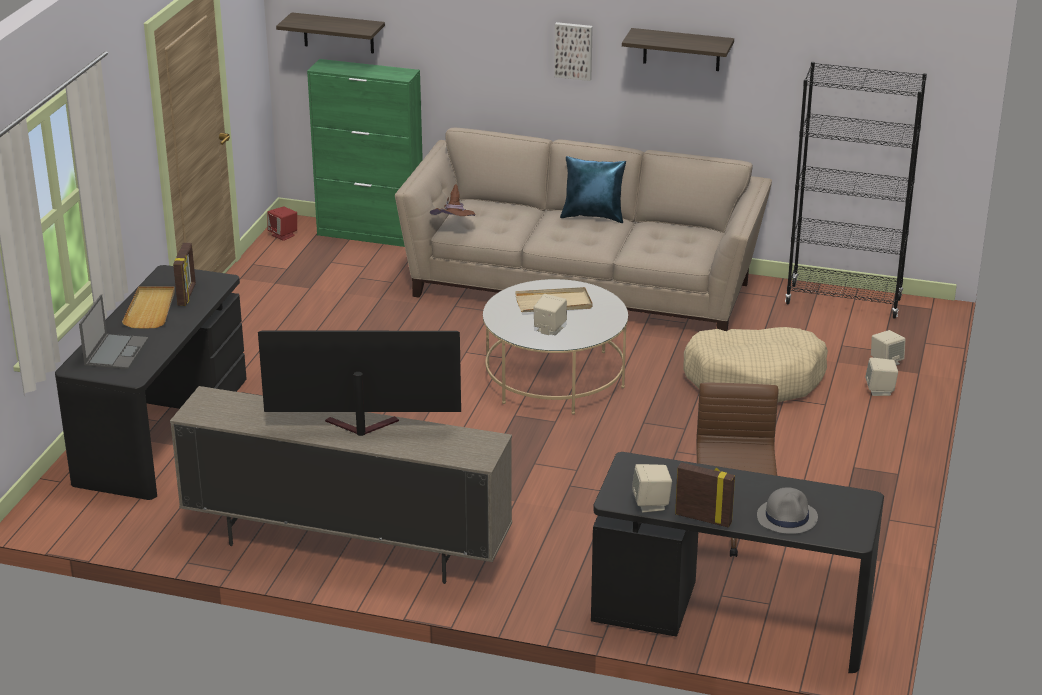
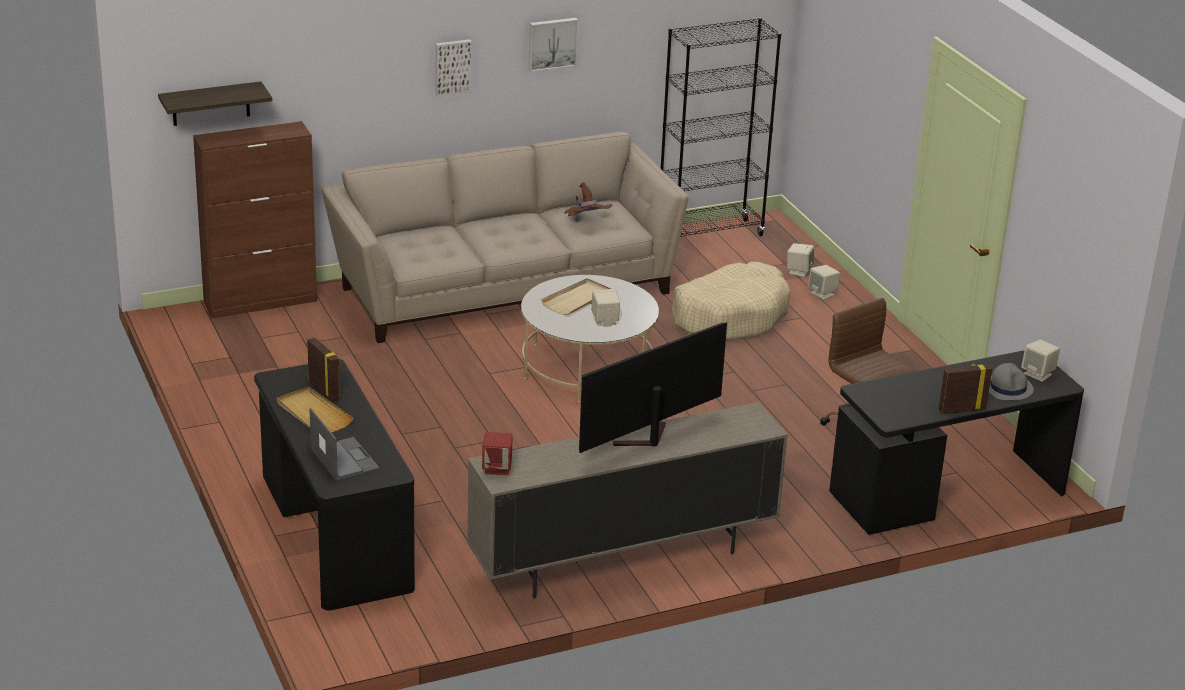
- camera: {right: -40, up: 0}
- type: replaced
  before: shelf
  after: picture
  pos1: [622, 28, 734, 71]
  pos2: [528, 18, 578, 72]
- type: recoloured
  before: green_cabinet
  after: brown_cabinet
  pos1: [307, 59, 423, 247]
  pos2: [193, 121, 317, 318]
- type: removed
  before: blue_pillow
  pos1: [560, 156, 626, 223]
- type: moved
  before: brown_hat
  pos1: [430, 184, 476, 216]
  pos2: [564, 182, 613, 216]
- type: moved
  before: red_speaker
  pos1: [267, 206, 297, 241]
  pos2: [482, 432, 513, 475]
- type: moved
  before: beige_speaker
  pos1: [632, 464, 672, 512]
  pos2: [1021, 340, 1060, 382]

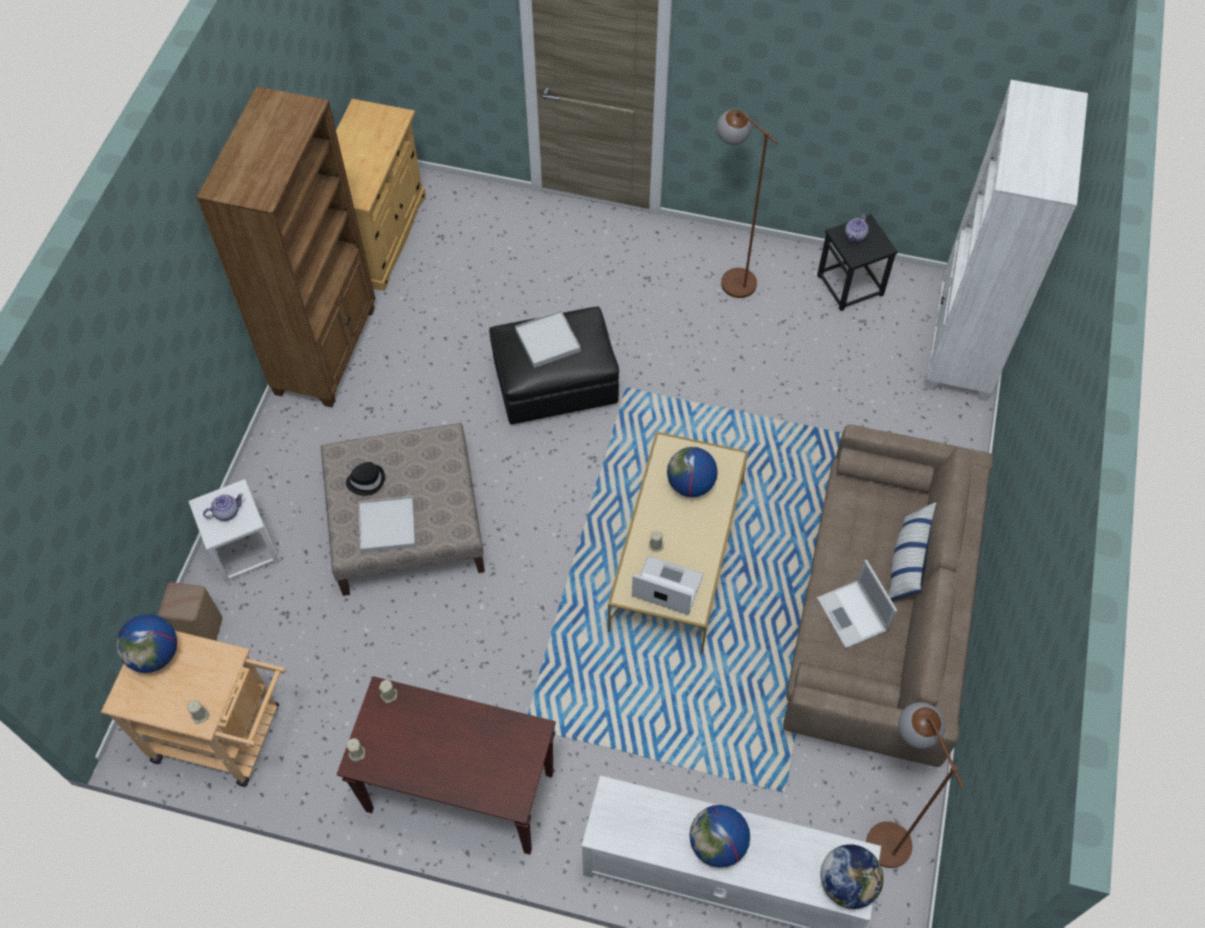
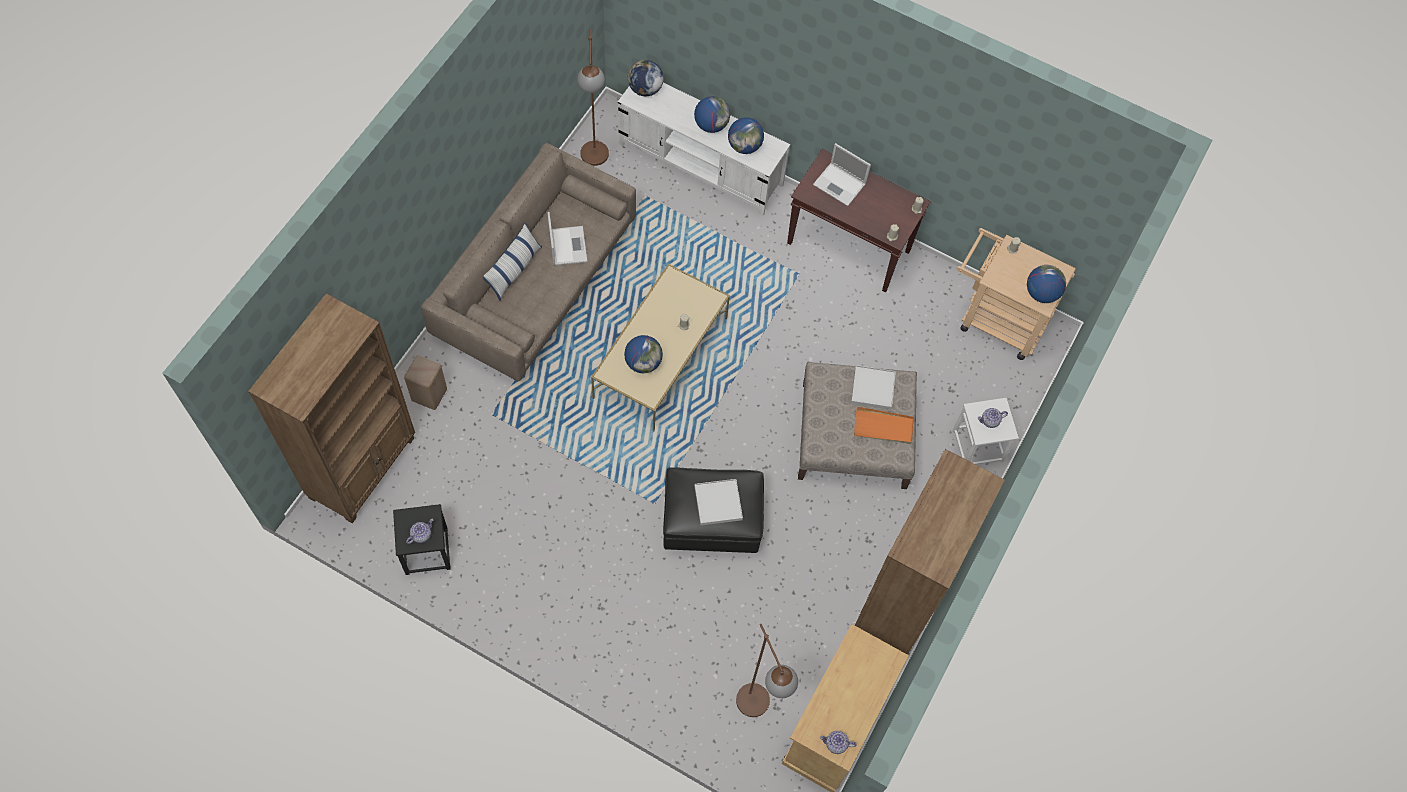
- camera: {right: -170, up: 5}
- type: recoloured
  before: white_bookcase
  after: brown_bookcase
  pos1: [925, 80, 1088, 401]
  pos2: [248, 293, 415, 523]
- type: moved
  before: brown_floor_lamp
  pos1: [717, 109, 778, 298]
  pos2: [736, 624, 798, 717]
- type: replaced
  before: black_hat
  after: orange_tray
  pos1: [346, 462, 385, 496]
  pos2: [854, 407, 914, 444]
- type: moved
  before: laptop
  pos1: [632, 556, 704, 615]
  pos2: [813, 143, 871, 206]
- type: moved
  before: beige_stool
  pos1: [158, 582, 223, 640]
  pos2: [404, 355, 447, 410]
- type: added
  after: globe
  pos2: [728, 117, 764, 154]
- type: added
  after: teapot
  pos2: [820, 731, 857, 754]

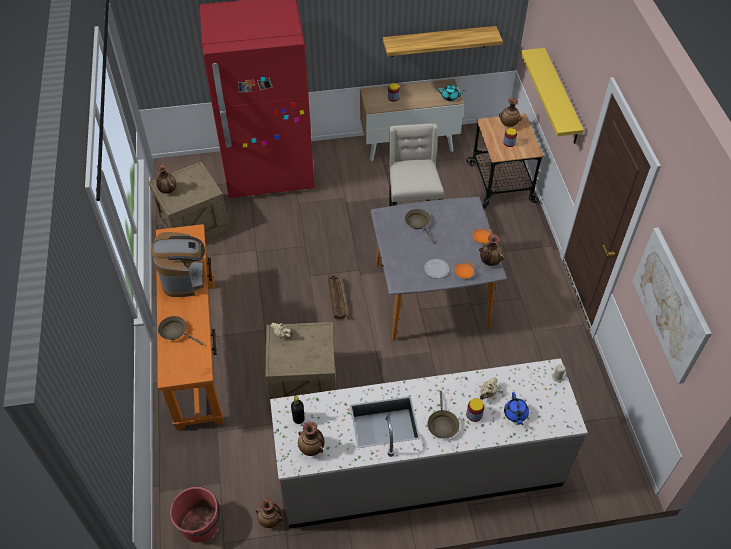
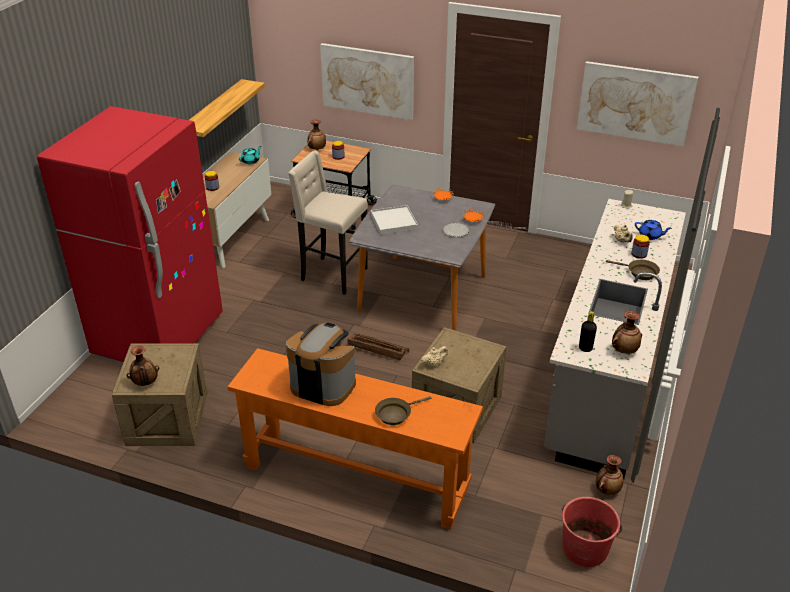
- camera: {right: -60, up: -15}
- type: replaced
  before: yellow_shelf
  after: picture
  pos1: [521, 48, 584, 144]
  pos2: [320, 43, 414, 120]
- type: replaced
  before: brown_frying_pan
  after: white_tray
  pos1: [405, 209, 435, 243]
  pos2: [371, 205, 418, 235]
- type: removed
  before: vase
  pos1: [479, 234, 504, 266]

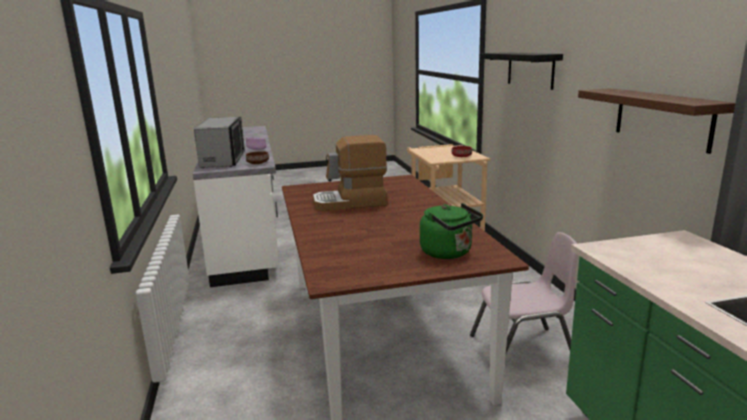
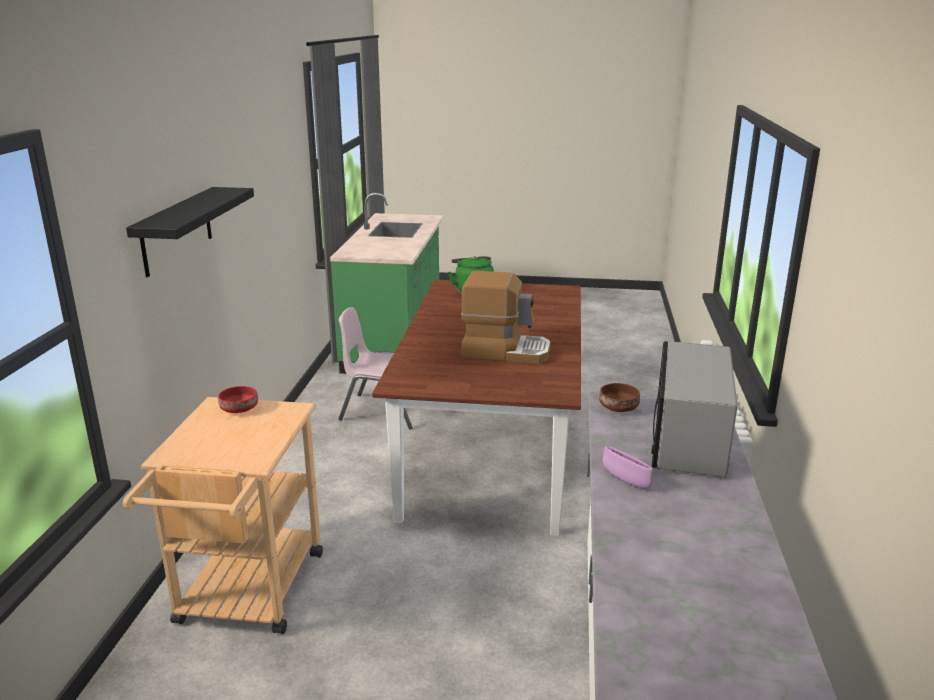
- camera: {right: -160, up: 5}
- type: removed
  before: brown_shelf
  pos1: [578, 88, 735, 154]

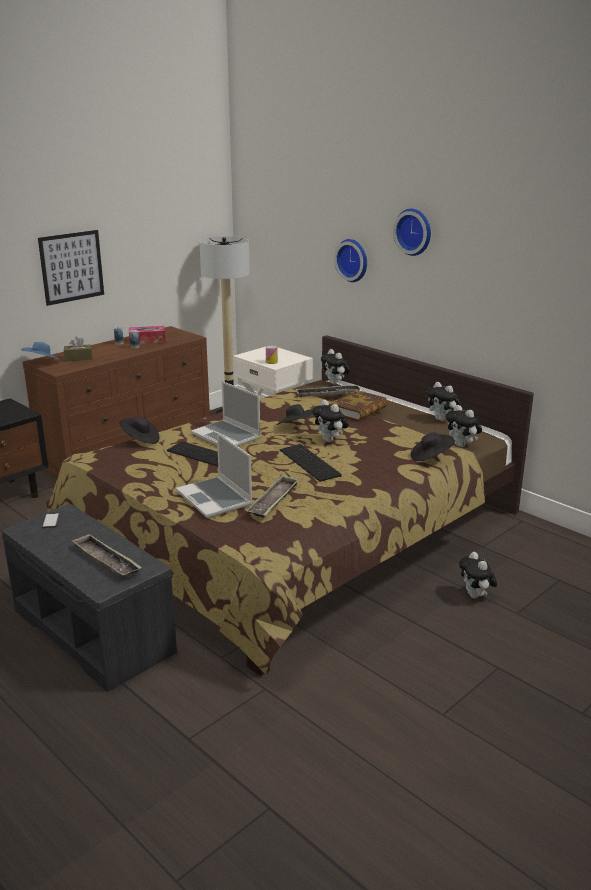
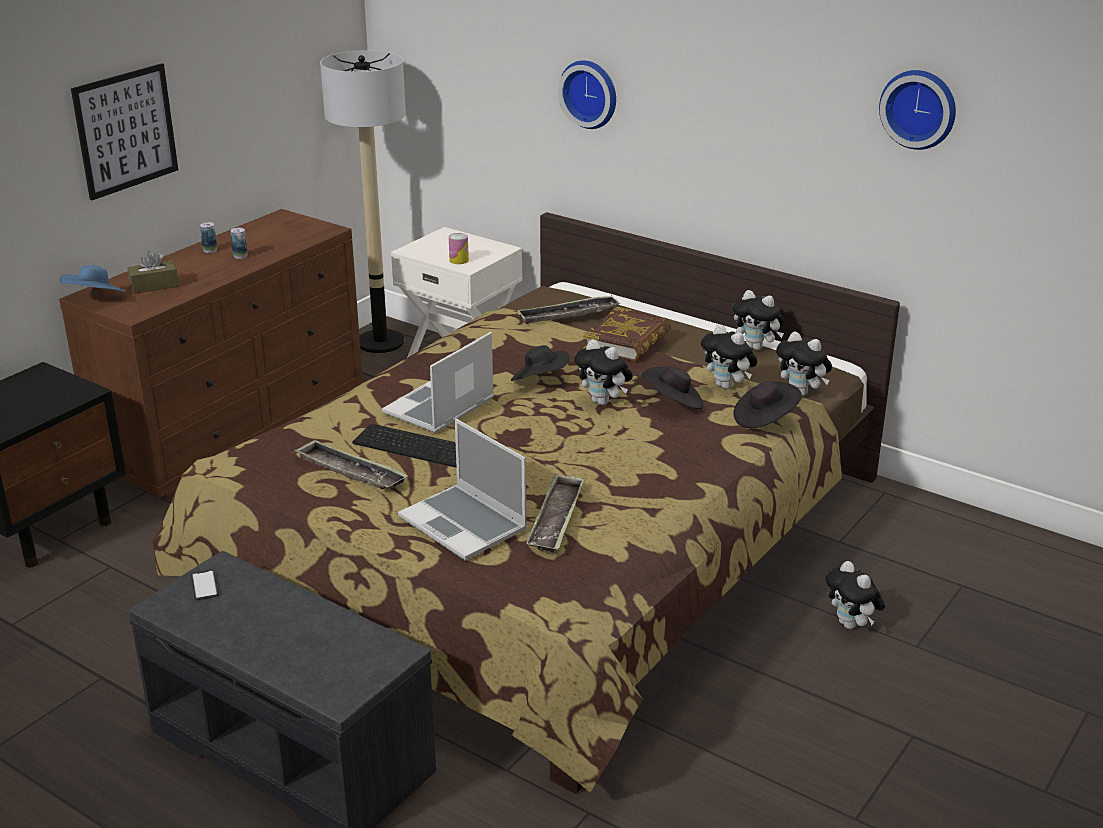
- camera: {right: -10, up: 5}
- type: moved
  before: wall_clock
  pos1: [393, 209, 431, 256]
  pos2: [879, 70, 956, 150]
- type: removed
  before: tissue_box
  pos1: [129, 326, 166, 345]
- type: moved
  before: plush_toy
  pos1: [321, 349, 350, 385]
  pos2: [701, 324, 757, 389]
- type: turned
  before: laptop
  pos1: [191, 381, 261, 446]
  pos2: [382, 332, 494, 433]
  turn: 90
- type: moved
  before: black_hat
  pos1: [119, 416, 159, 444]
  pos2: [642, 366, 704, 409]
- type: removed
  before: keyboard
  pos1: [280, 444, 342, 482]
- type: moved
  before: tray
  pos1: [71, 534, 142, 576]
  pos2: [294, 439, 408, 489]

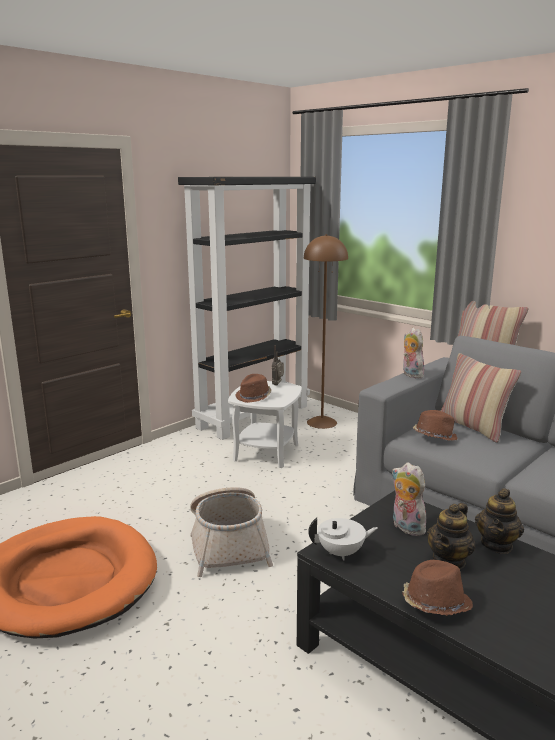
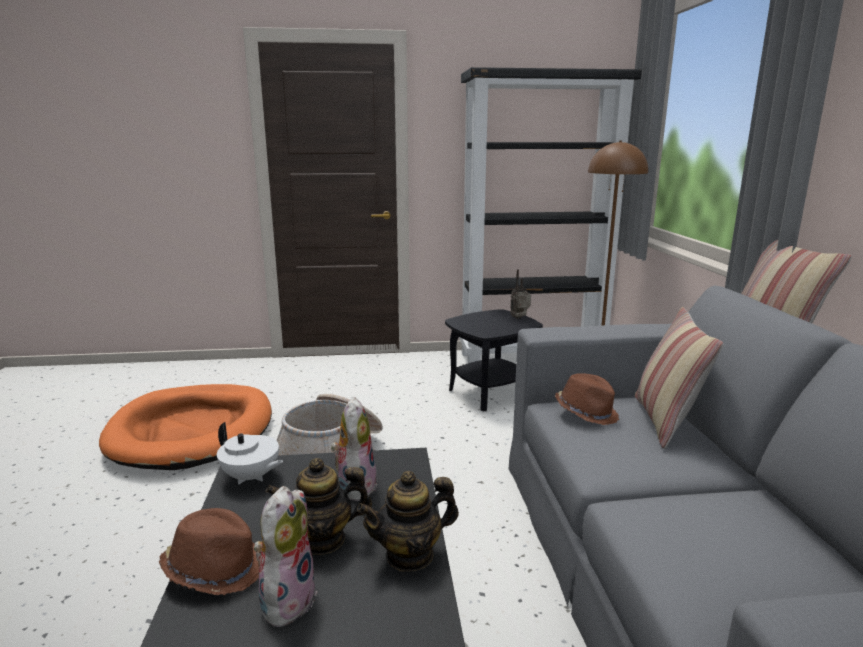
- camera: {right: 40, up: 0}
- type: moved
  before: plush_toy
  pos1: [403, 328, 424, 378]
  pos2: [254, 486, 317, 627]
- type: removed
  before: brown_hat
  pos1: [235, 374, 271, 403]
- type: recoloured
  before: white_side_table
  after: black_side_table
  pos1: [228, 381, 302, 468]
  pos2: [445, 309, 543, 412]

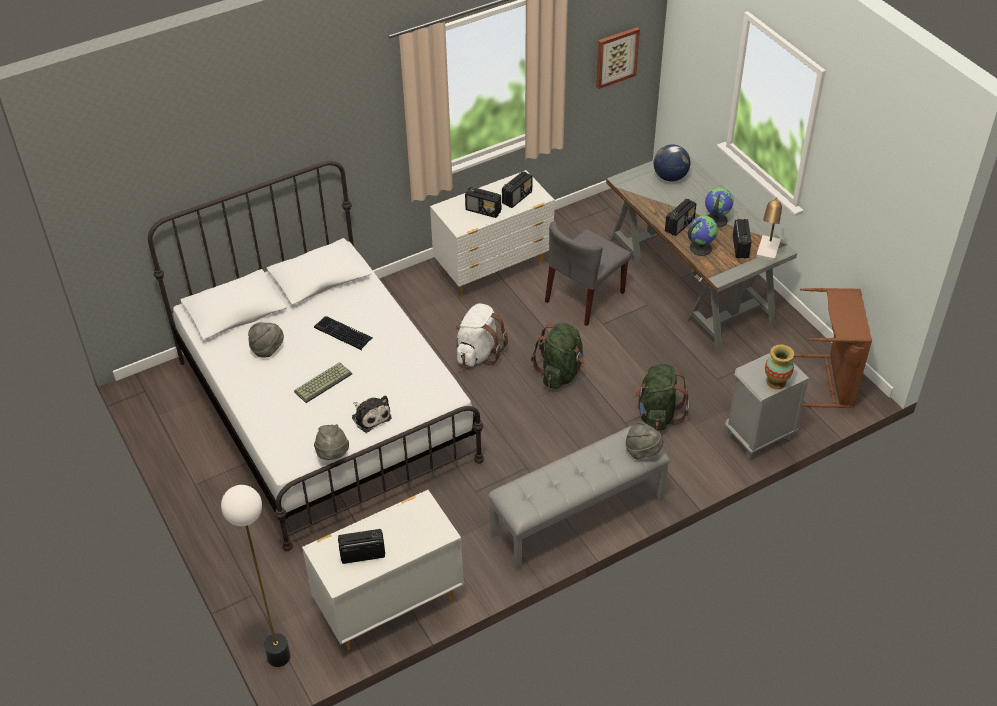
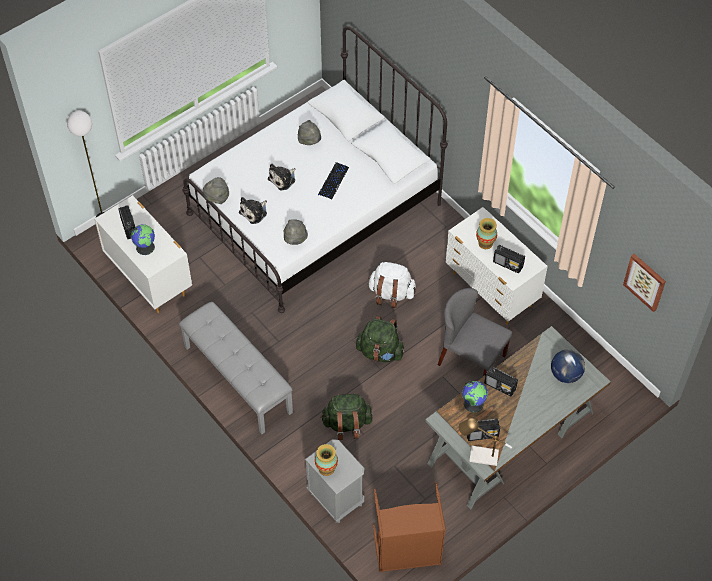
- camera: {right: 80, up: 10}
- type: replaced
  before: radio
  after: vase
  pos1: [465, 187, 501, 218]
  pos2: [476, 218, 497, 249]
- type: moved
  before: globe
  pos1: [705, 188, 734, 227]
  pos2: [130, 224, 155, 255]
- type: replaced
  before: keyboard
  after: plush_toy
  pos1: [294, 362, 352, 403]
  pos2: [268, 164, 296, 190]
- type: moved
  before: grey_hat
  pos1: [625, 422, 663, 459]
  pos2: [284, 219, 308, 245]

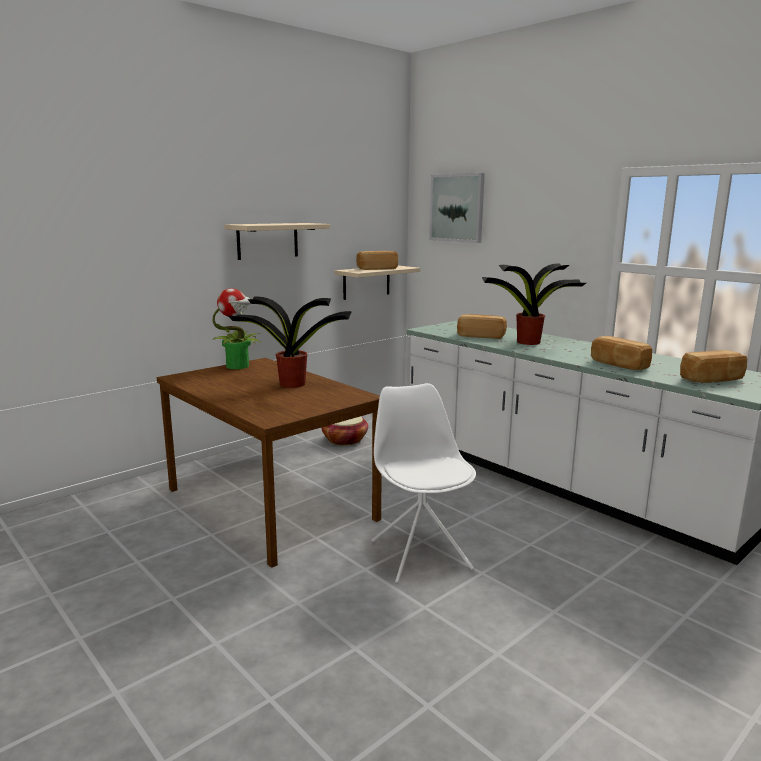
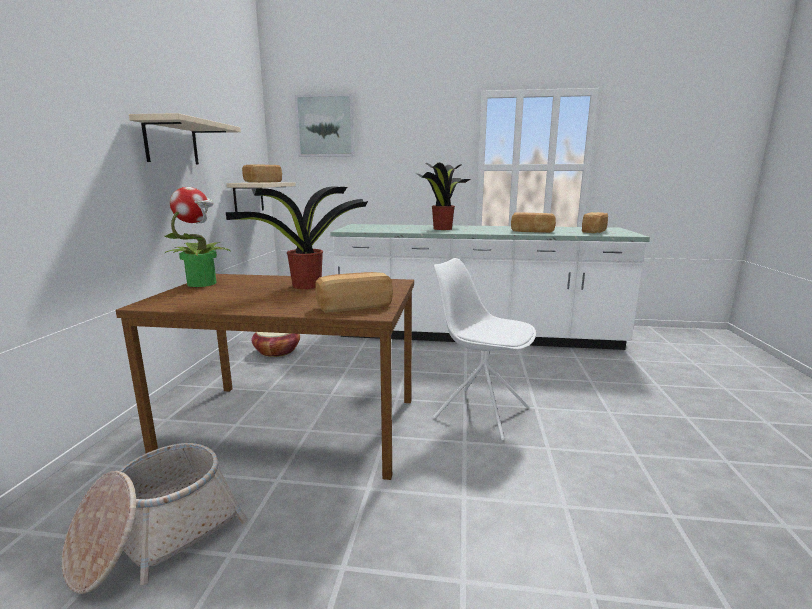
- camera: {right: -40, up: 0}
- type: moved
  before: bread
  pos1: [457, 314, 507, 339]
  pos2: [315, 272, 393, 312]
- type: added
  after: basket
  pos2: [62, 443, 248, 594]

